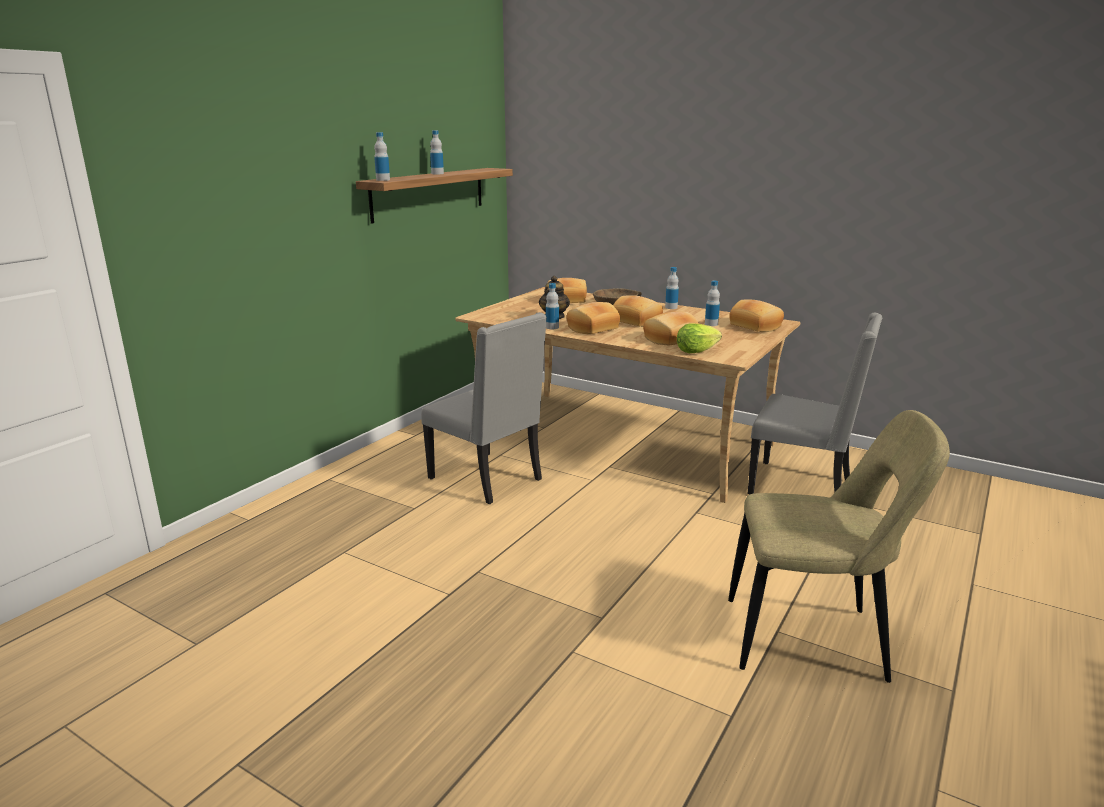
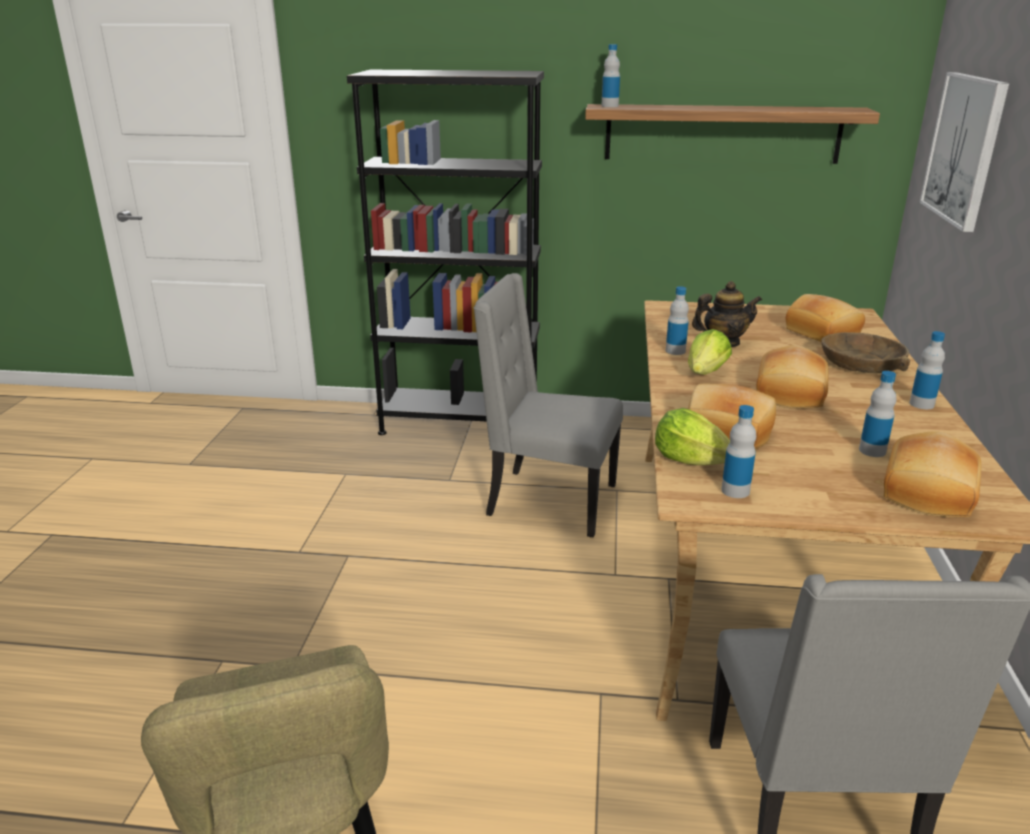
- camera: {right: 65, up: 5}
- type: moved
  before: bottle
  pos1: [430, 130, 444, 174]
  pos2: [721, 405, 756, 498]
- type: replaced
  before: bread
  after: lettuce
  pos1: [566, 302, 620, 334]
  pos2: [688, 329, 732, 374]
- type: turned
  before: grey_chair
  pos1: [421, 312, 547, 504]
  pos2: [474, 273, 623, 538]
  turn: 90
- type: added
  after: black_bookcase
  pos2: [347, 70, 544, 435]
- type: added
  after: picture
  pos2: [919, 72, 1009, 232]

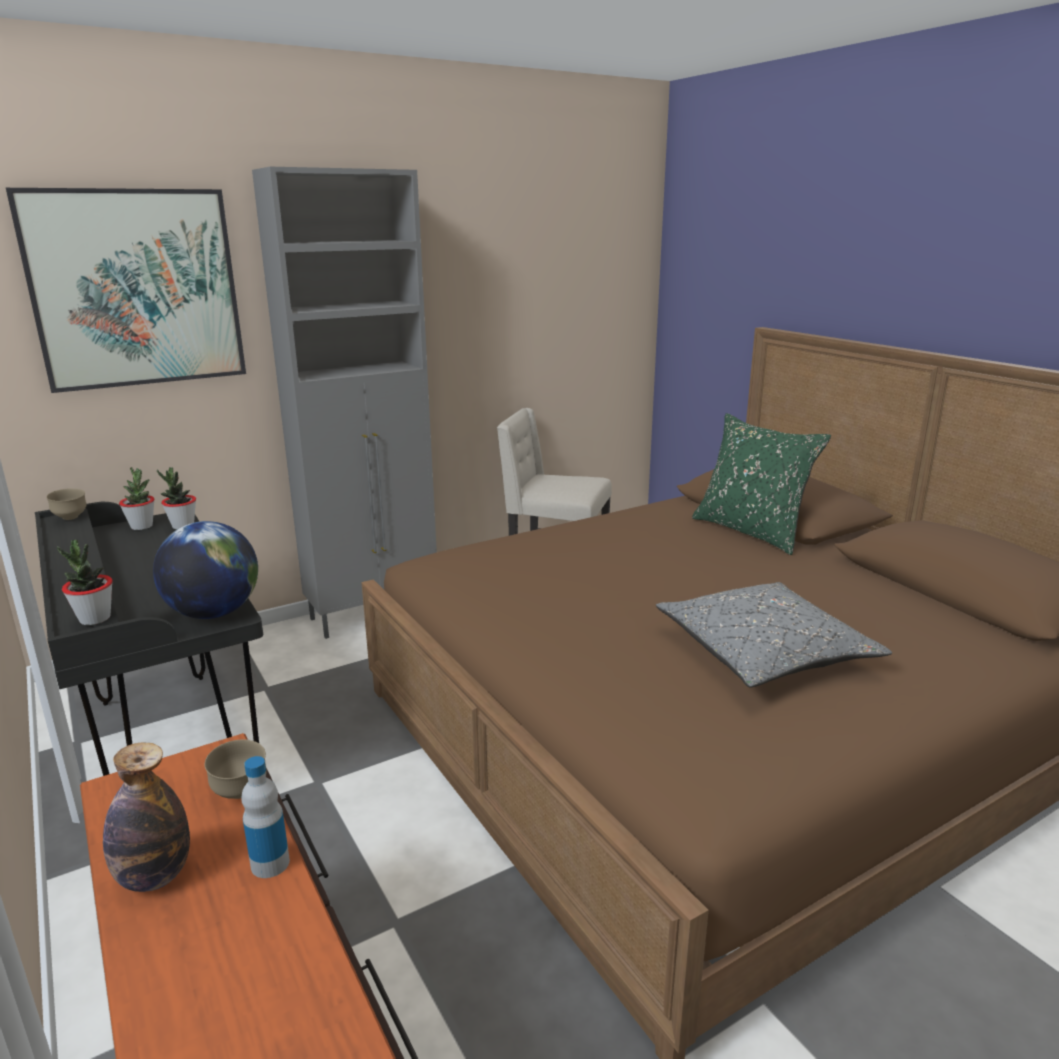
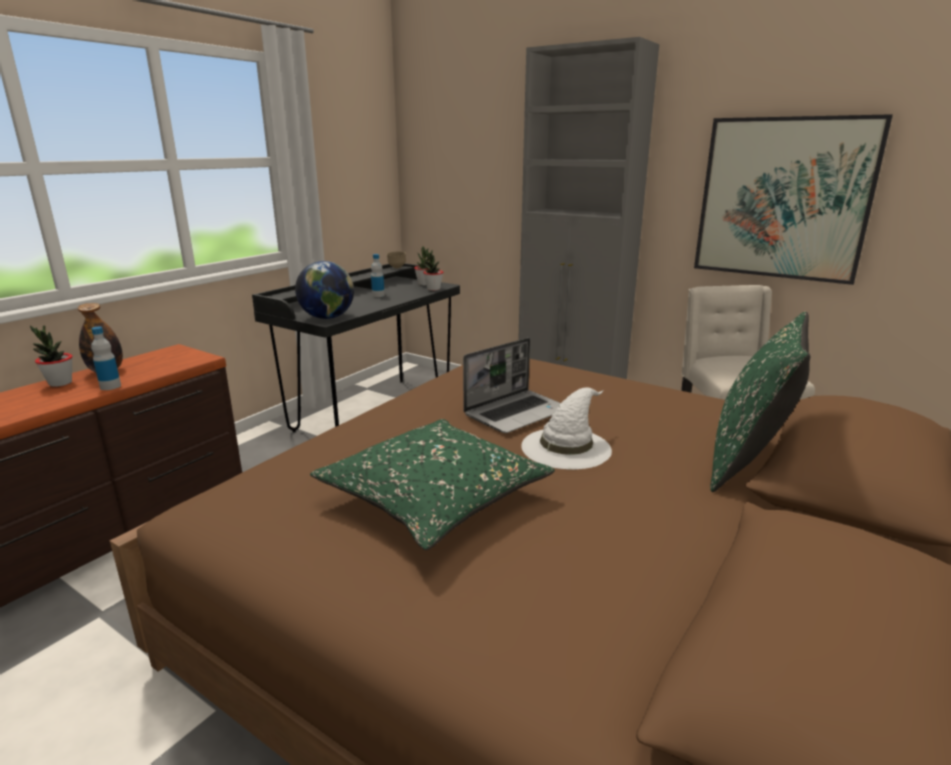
- camera: {right: 65, up: 0}
- type: moved
  before: picture
  pos1: [6, 188, 246, 393]
  pos2: [694, 114, 893, 285]
- type: moved
  before: potted_plant
  pos1: [57, 540, 113, 625]
  pos2: [30, 325, 73, 387]
- type: recoloured
  before: grey_pillow
  after: green_pillow
  pos1: [656, 582, 892, 688]
  pos2: [310, 419, 555, 550]
- type: removed
  before: brown_bowl
  pos1: [204, 739, 267, 799]
- type: added
  after: bottle
  pos2: [371, 254, 385, 297]
- type: added
  after: laptop
  pos2: [463, 338, 561, 433]
- type: added
  after: white_hat
  pos2: [521, 388, 612, 470]

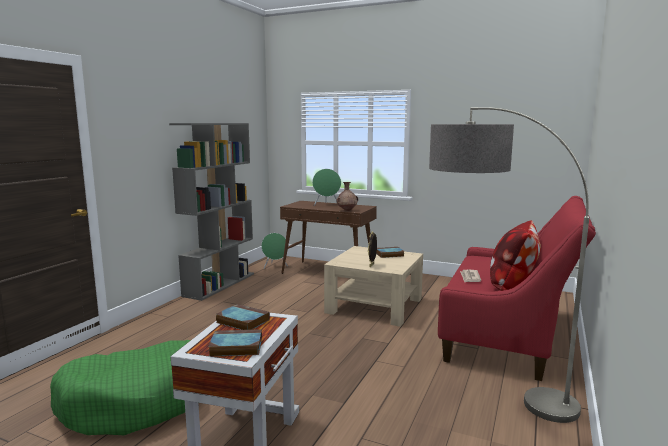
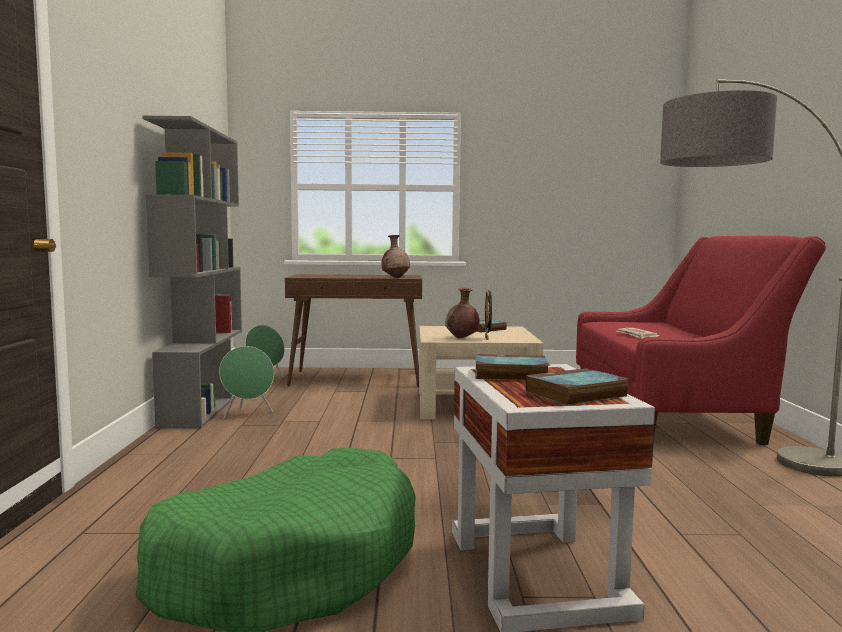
- camera: {right: -25, up: -5}
- type: moved
  before: green_speaker
  pos1: [312, 169, 341, 206]
  pos2: [219, 346, 274, 419]
- type: removed
  before: pillow
  pos1: [490, 220, 541, 291]
- type: added
  after: brown_vase
  pos2: [445, 288, 480, 338]

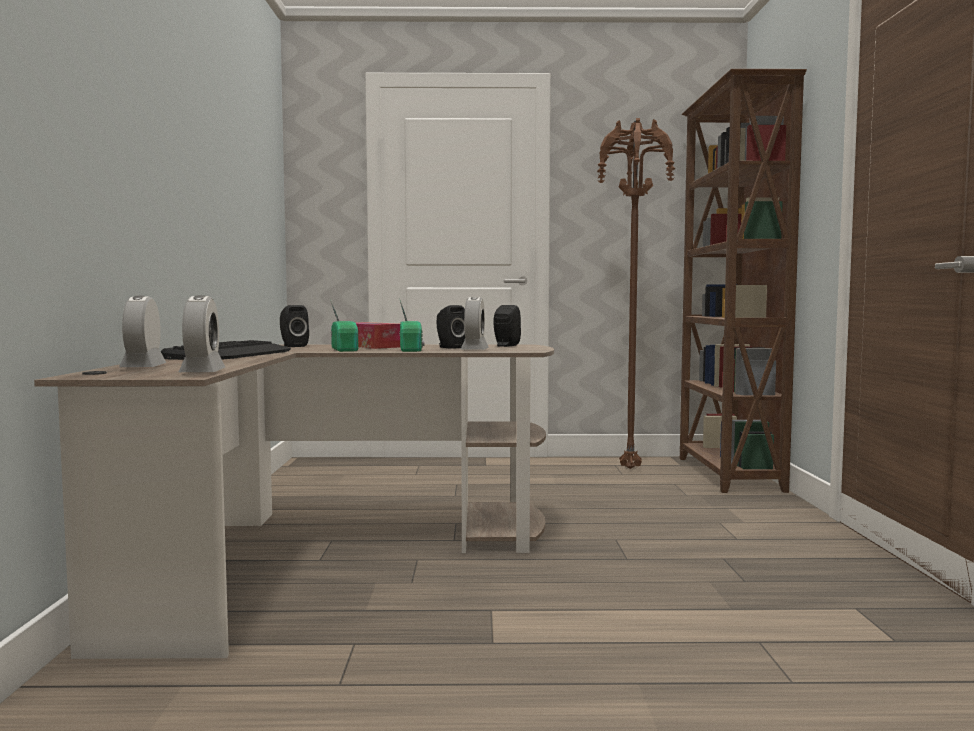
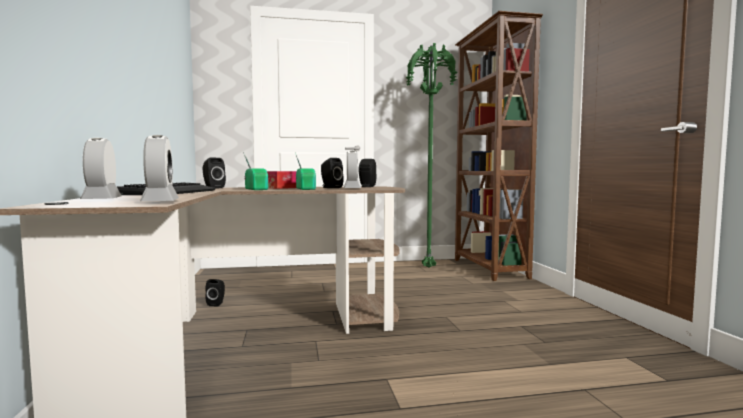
- camera: {right: -10, up: 0}
- type: recoloured
  before: brown_floor_lamp
  after: green_floor_lamp
  pos1: [597, 118, 675, 469]
  pos2: [406, 43, 457, 268]
- type: added
  after: black_speaker
  pos2: [205, 279, 225, 306]

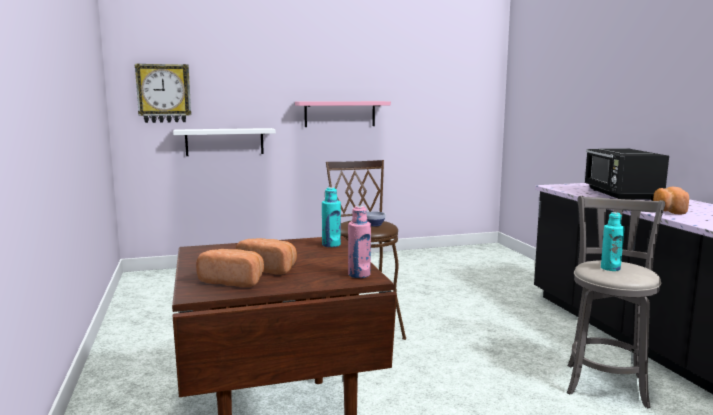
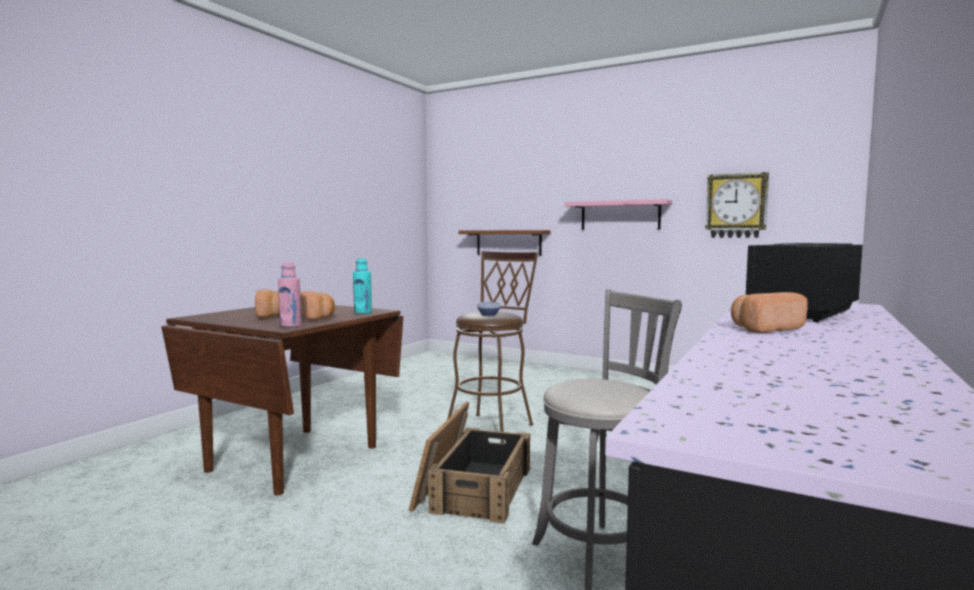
- camera: {right: 45, up: -5}
- type: moved
  before: wall_clock
  pos1: [135, 64, 191, 123]
  pos2: [705, 172, 769, 238]
- type: recoloured
  before: white_shelf
  after: brown_shelf
  pos1: [173, 128, 276, 156]
  pos2: [458, 230, 551, 256]
- type: removed
  before: turquoise_bottle
  pos1: [601, 212, 625, 271]
- type: moved
  before: bread
  pos1: [196, 249, 264, 287]
  pos2: [300, 291, 335, 320]
- type: added
  after: crate
  pos2: [408, 401, 530, 524]

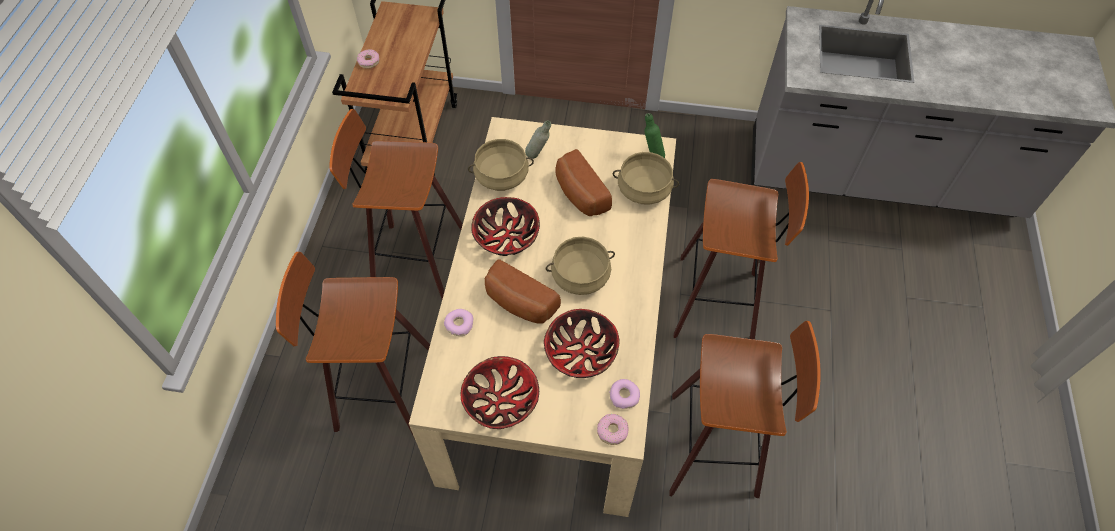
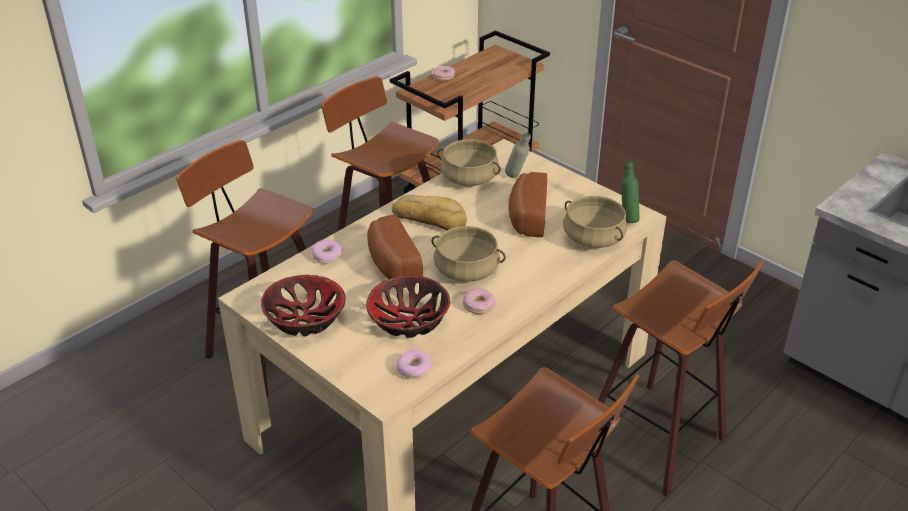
- camera: {right: 35, up: -20}
- type: replaced
  before: bowl
  after: bread
  pos1: [471, 197, 540, 256]
  pos2: [392, 195, 467, 230]
- type: moved
  before: donut
  pos1: [597, 414, 628, 445]
  pos2: [463, 289, 496, 314]

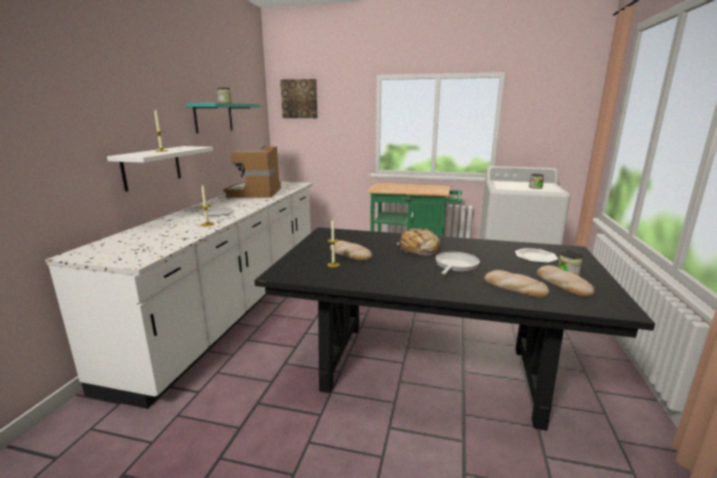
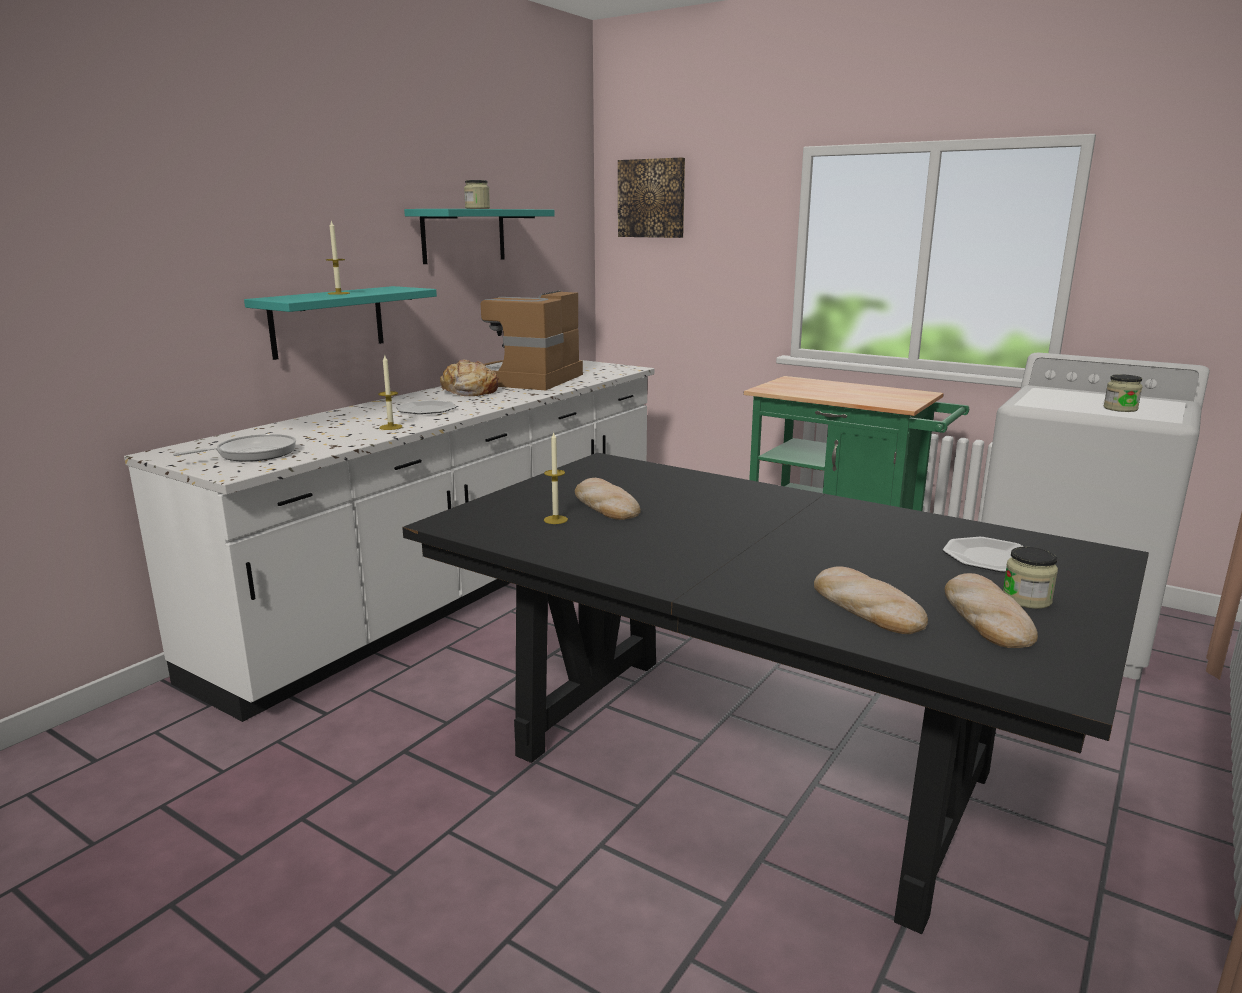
- camera: {right: 20, up: 0}
- type: recoloured
  before: white_shelf
  after: turquoise_shelf
  pos1: [107, 146, 213, 192]
  pos2: [244, 286, 437, 360]
- type: moved
  before: bread
  pos1: [397, 228, 440, 256]
  pos2: [440, 360, 499, 396]
- type: moved
  before: frying_pan
  pos1: [436, 252, 480, 274]
  pos2: [173, 434, 296, 462]

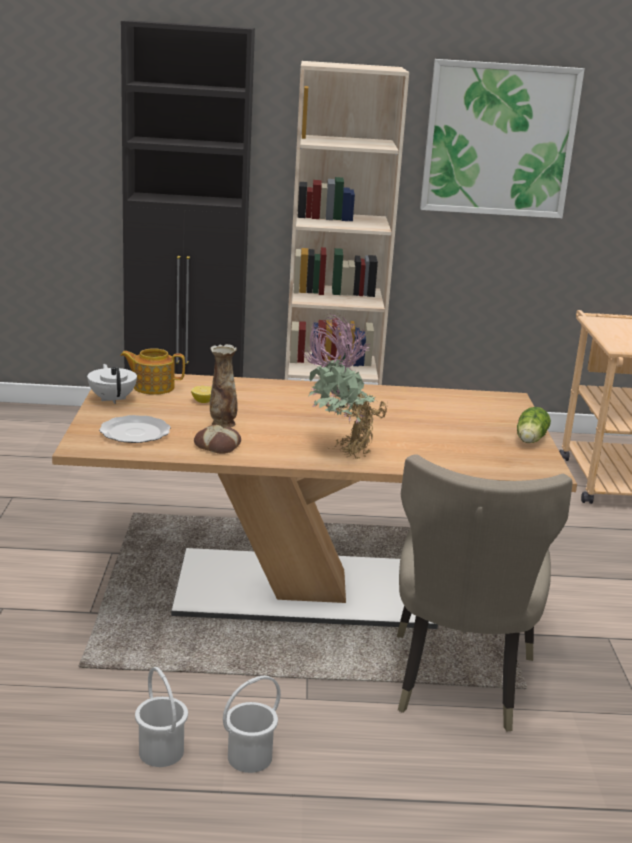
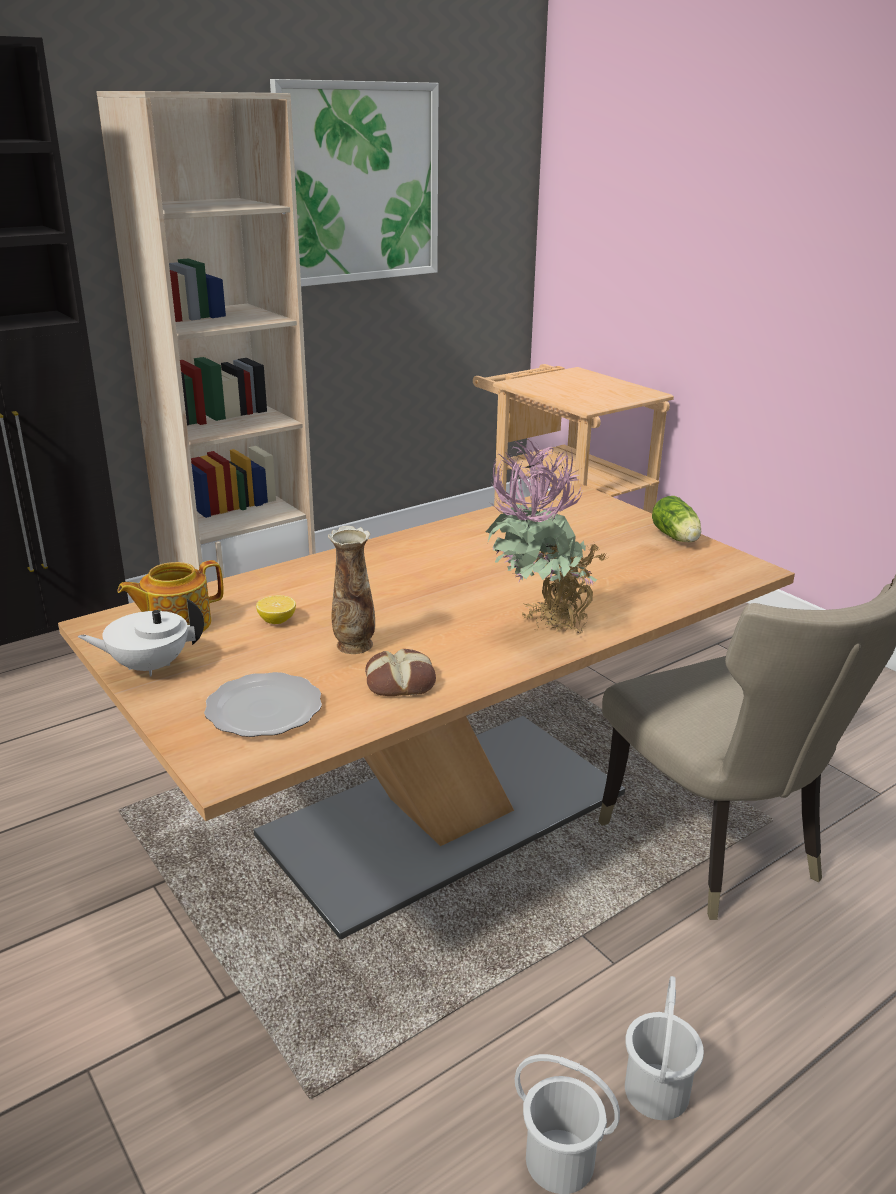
- camera: {right: -35, up: 5}
- type: turned
  before: white_teapot
  pos1: [87, 364, 137, 404]
  pos2: [78, 599, 204, 677]
  turn: -45

